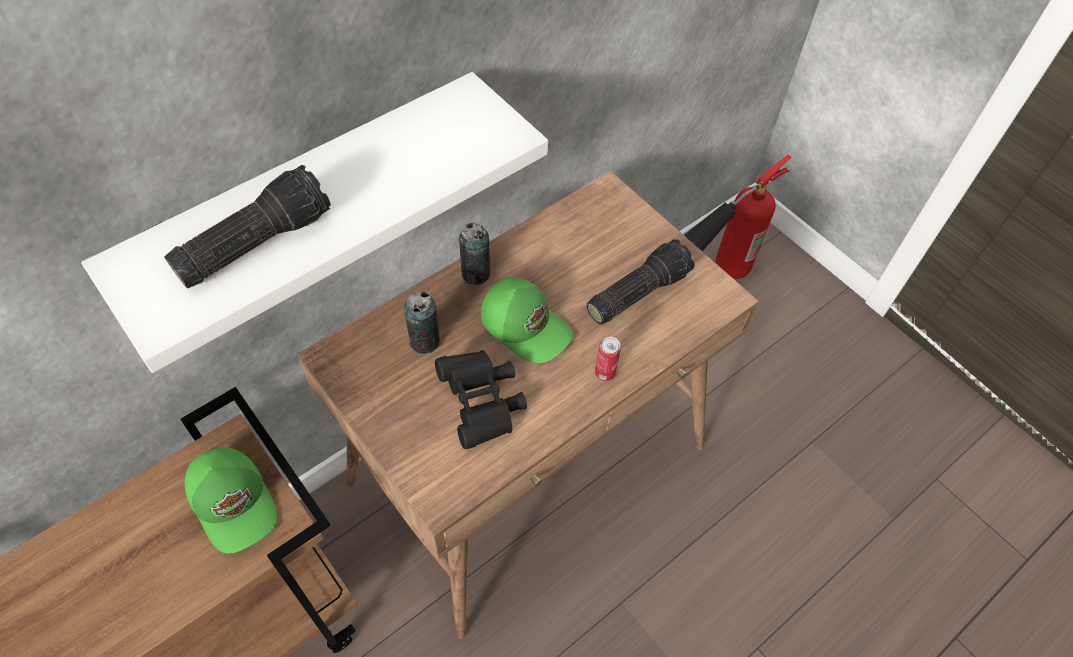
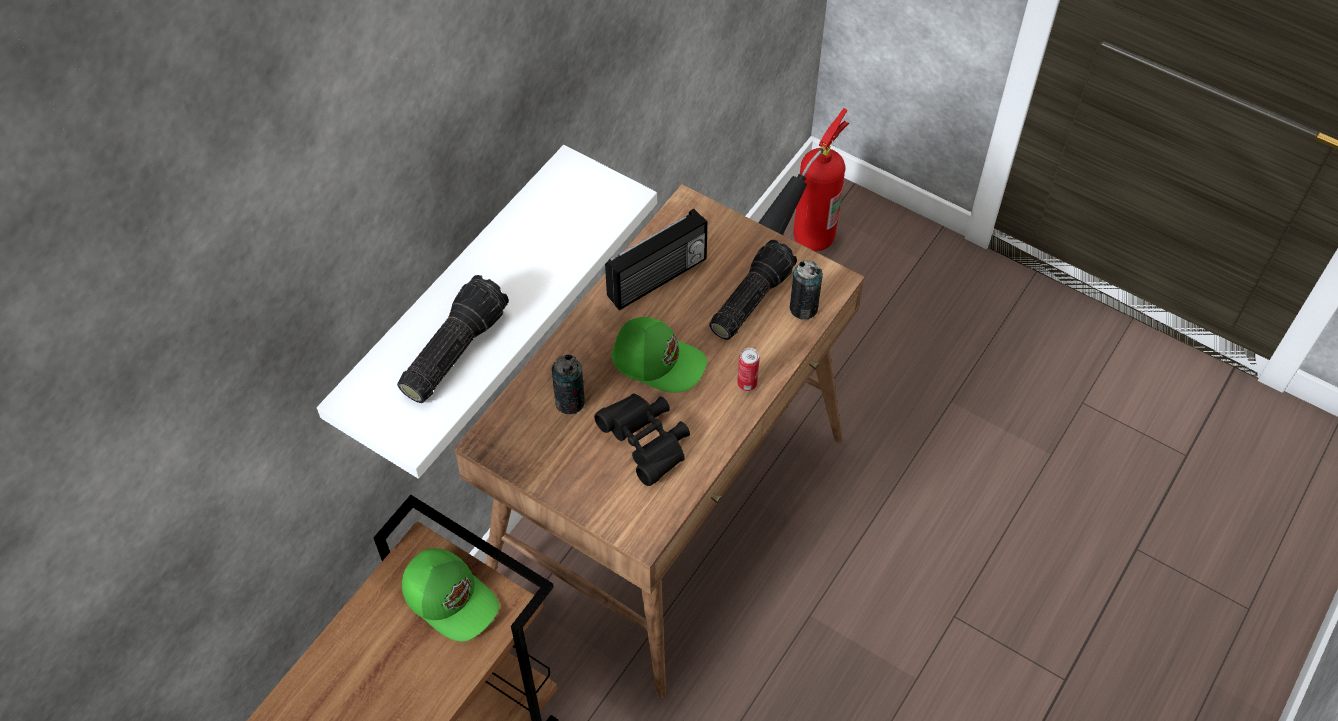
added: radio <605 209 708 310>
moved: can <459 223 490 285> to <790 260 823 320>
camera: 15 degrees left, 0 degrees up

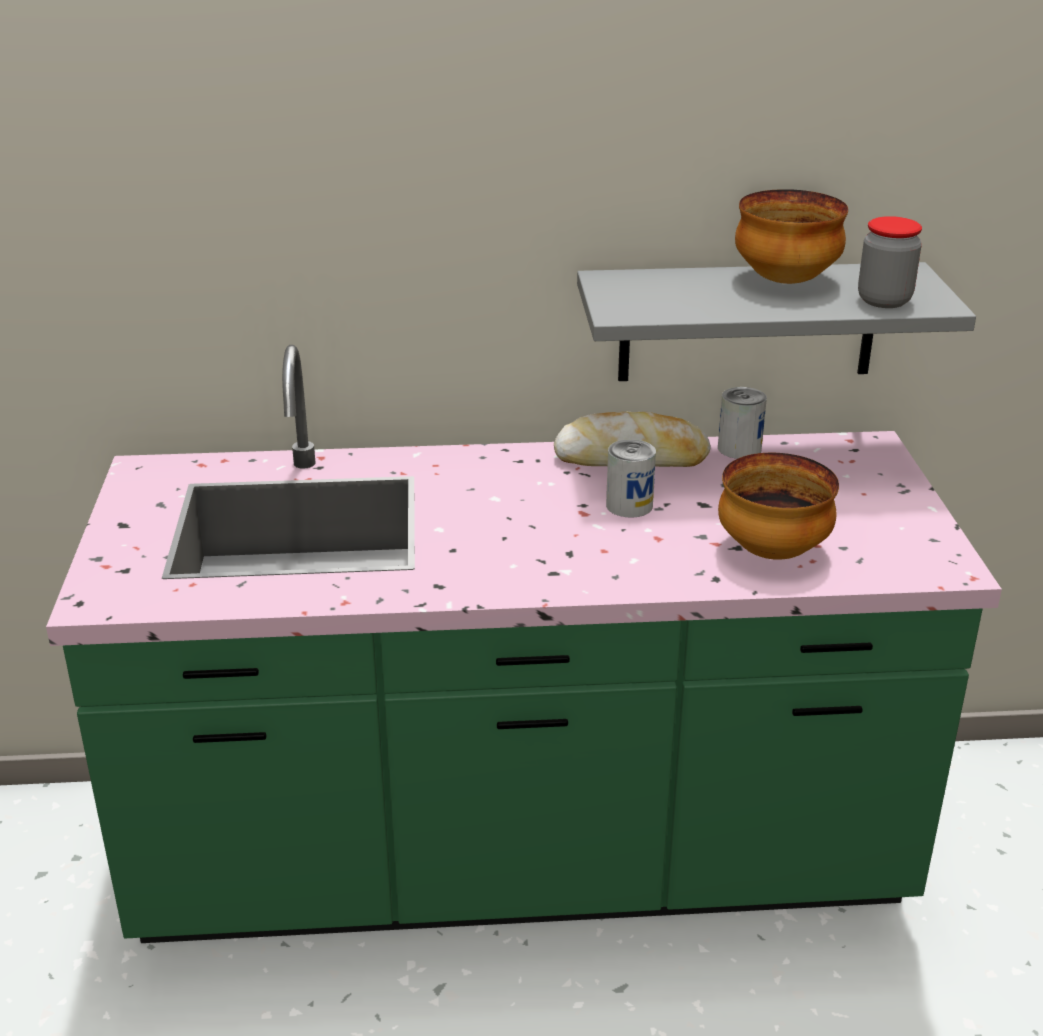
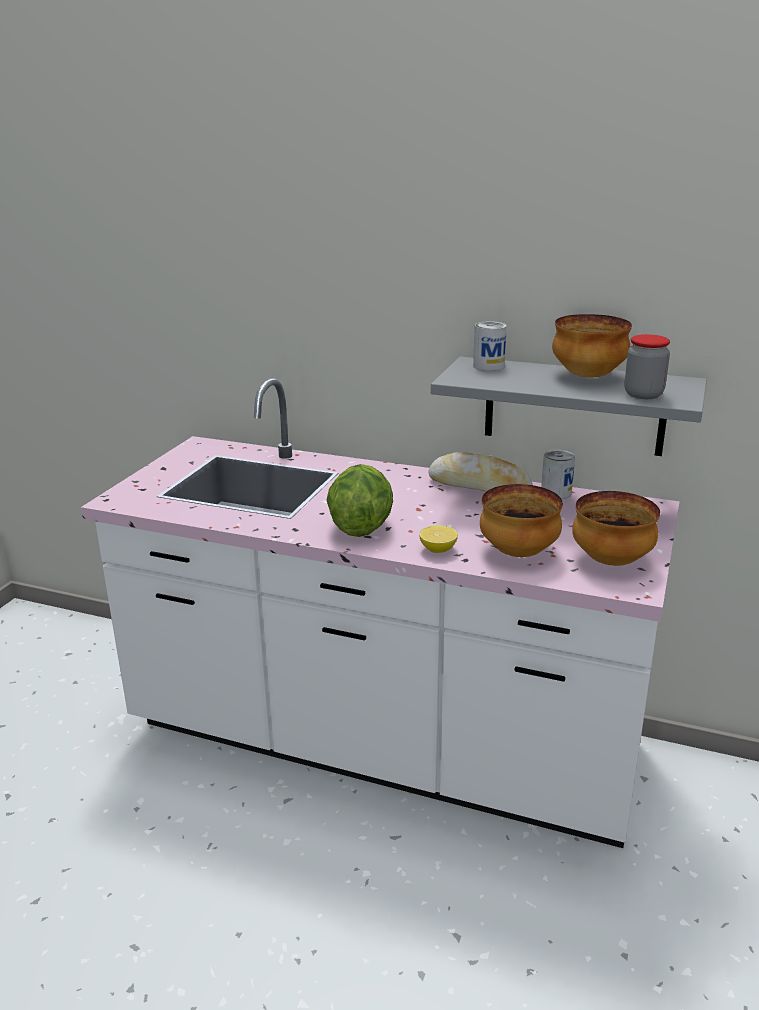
added: lettuce <327 464 393 537>; bowl <572 491 660 566>; lemon <419 525 458 553>
moved: can <606 439 656 518> to <473 321 507 371>
recoloured: counter in green <46 345 1002 943> to counter in white <81 378 680 848>
camera: 25 degrees right, 5 degrees down

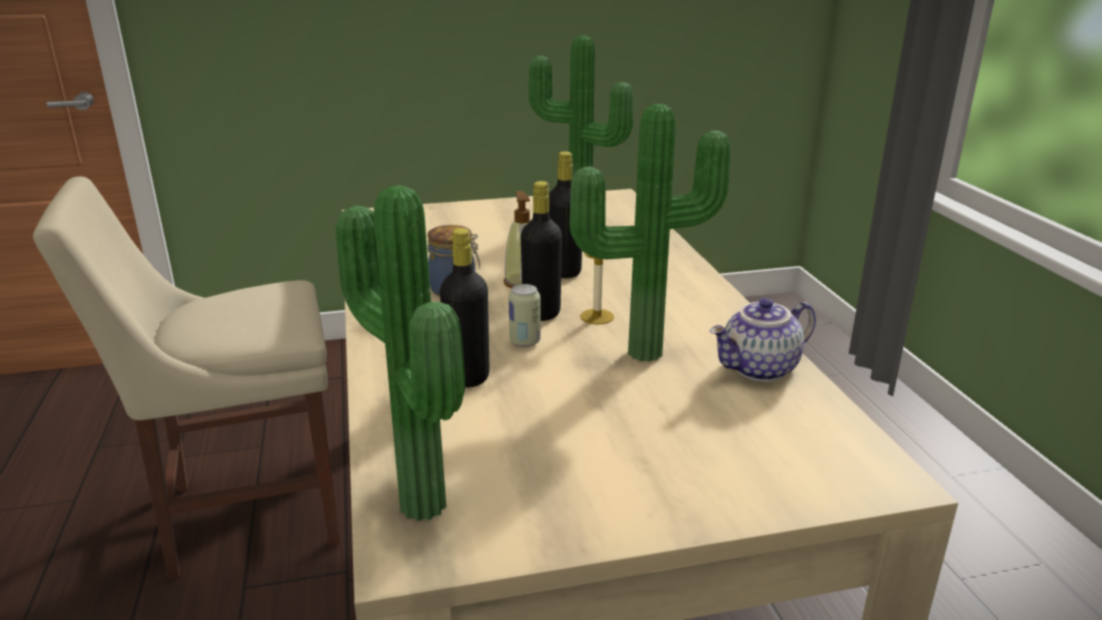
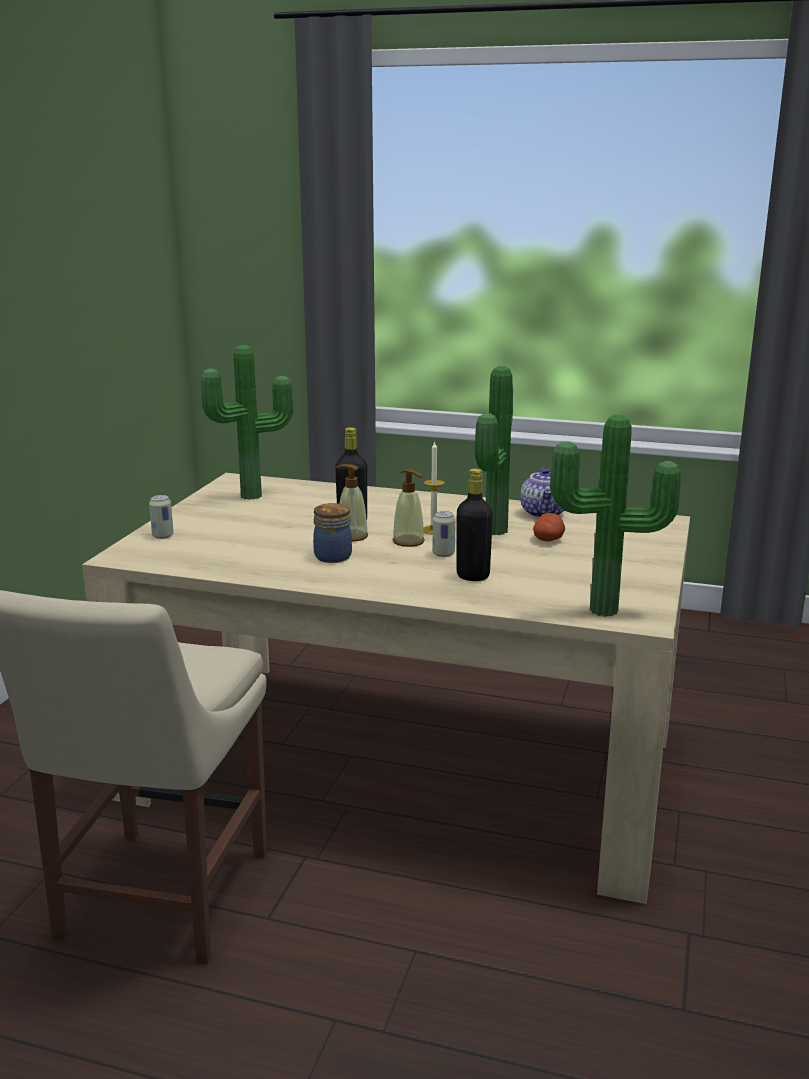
added: can <149 495 174 539>; potato <533 513 565 542>
replaced: bottle in black <521 181 562 321> to soap dispenser <393 469 425 547>
camera: 60 degrees left, 5 degrees down

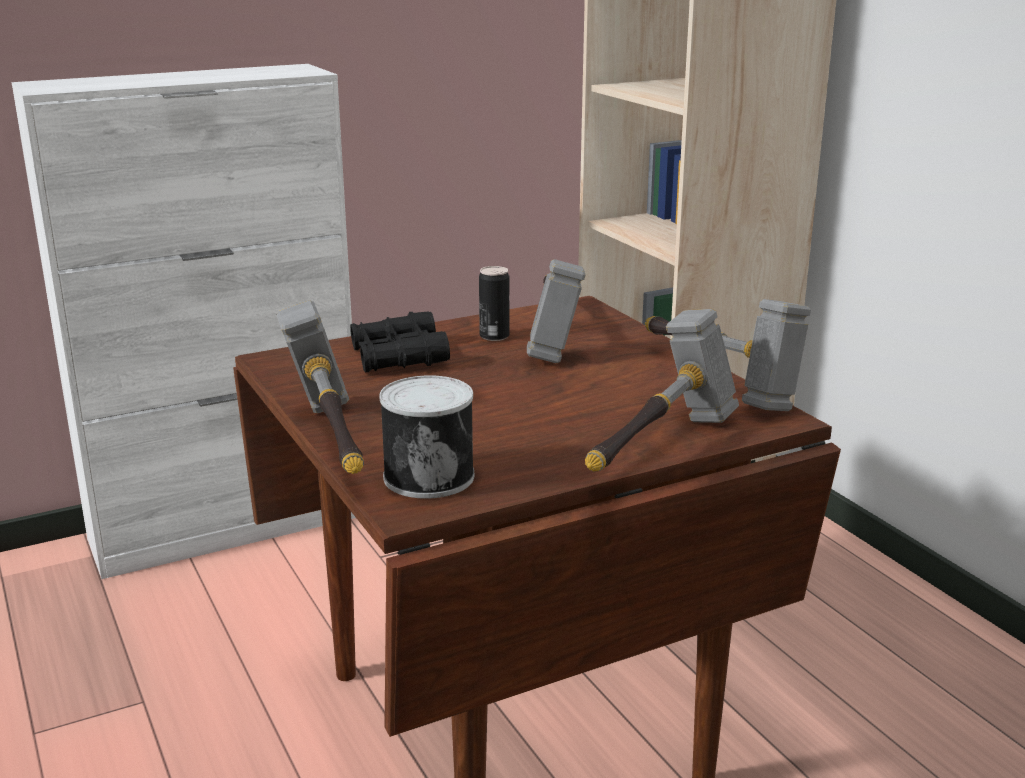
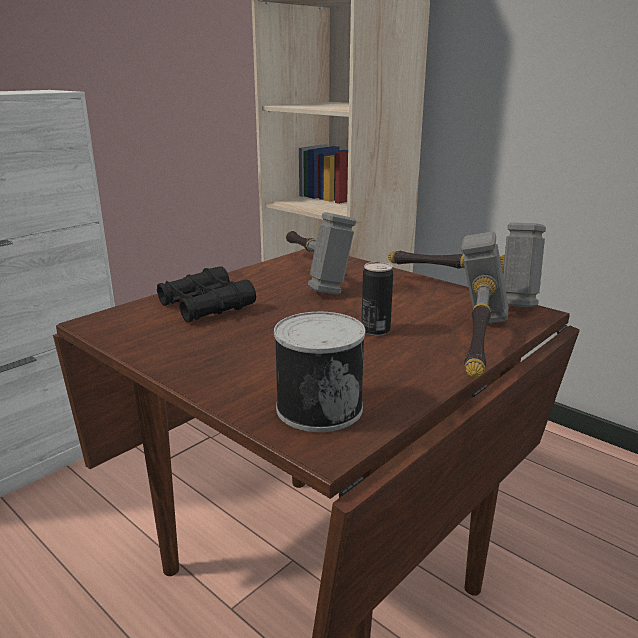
removed: hammer <277 301 364 474>
moved: can <479 266 510 341> to <361 262 393 336>
camera: 20 degrees left, 0 degrees up

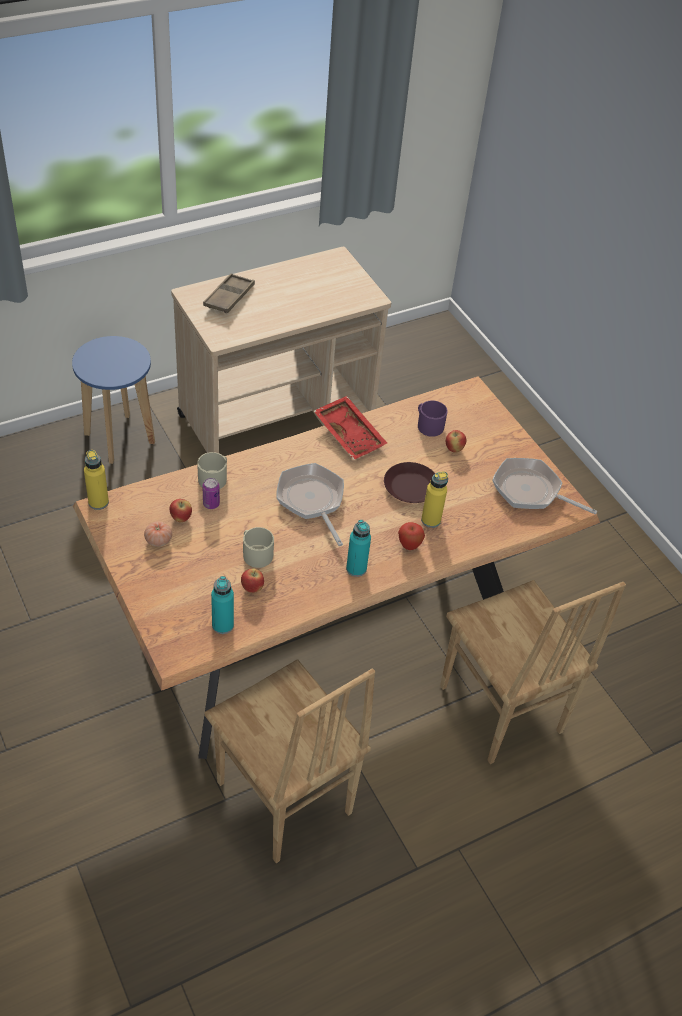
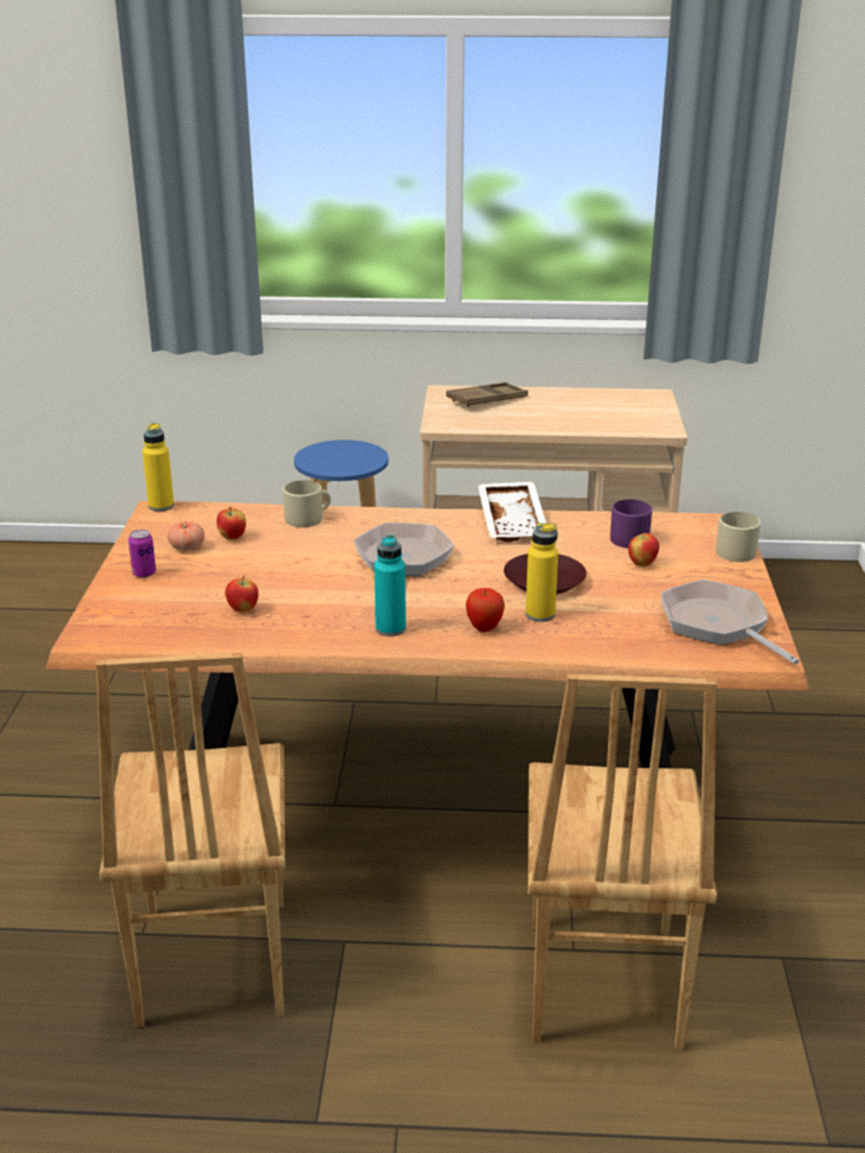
removed: bottle in turquoise <211 576 234 634>
moved: can <202 478 220 509> to <128 529 156 578>; mug in beige <243 527 274 568> to <716 512 761 562>
recoloured: tray in red <314 396 387 460> to tray in white <478 482 546 542>
camera: 35 degrees right, 20 degrees down

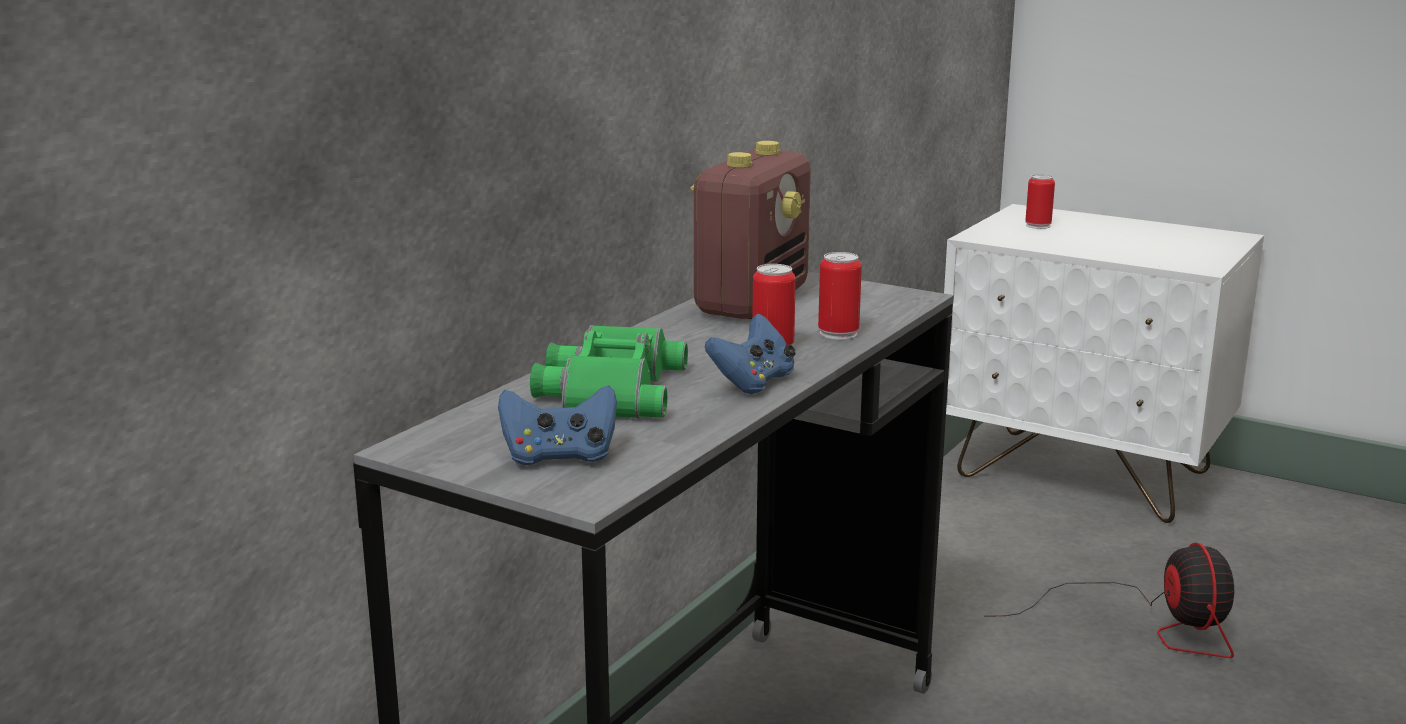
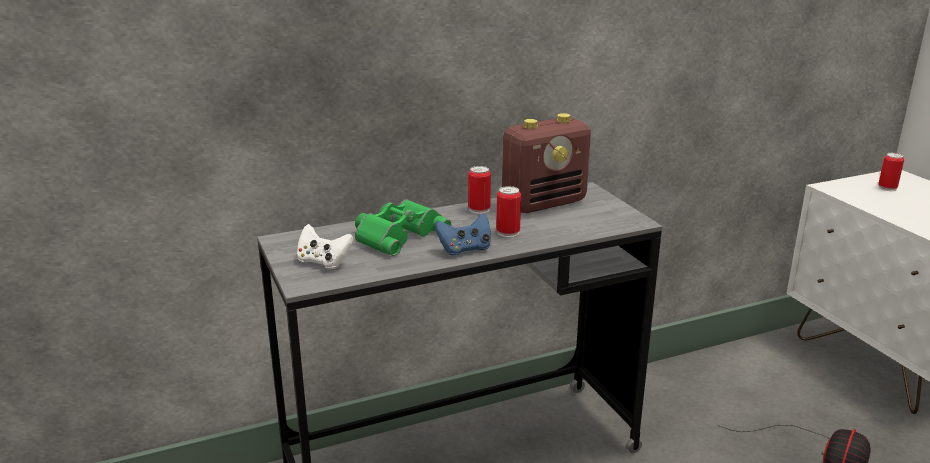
moved: can <818 252 862 340> to <468 166 491 214>
recoloured: game controller in blue <498 385 617 465> to game controller in white <297 224 354 269>
camera: 35 degrees right, 5 degrees up

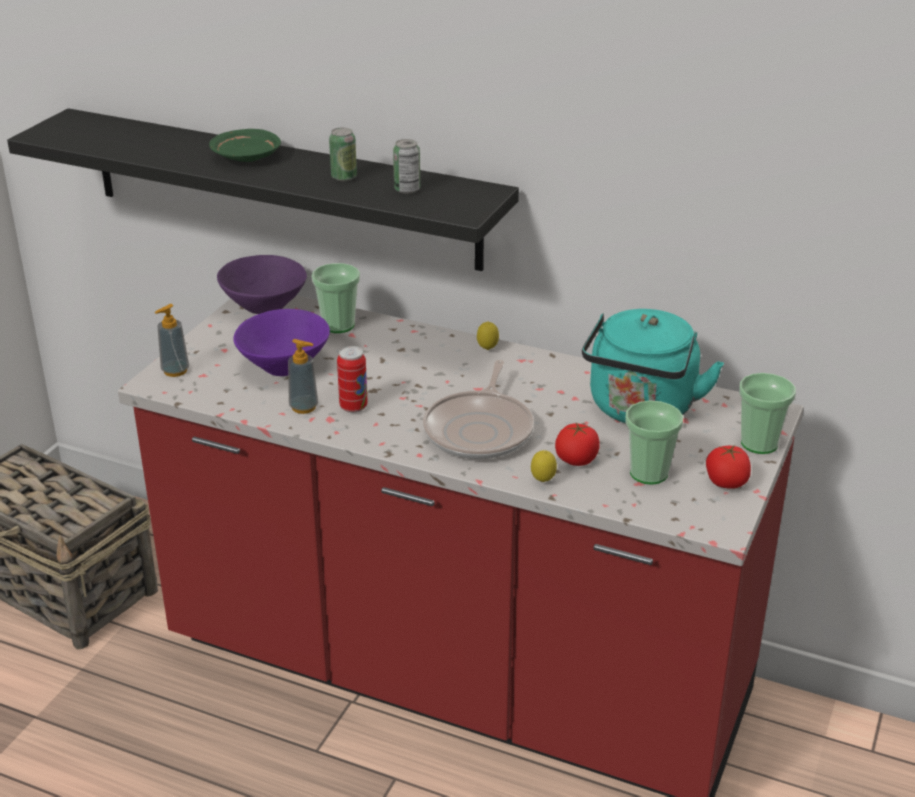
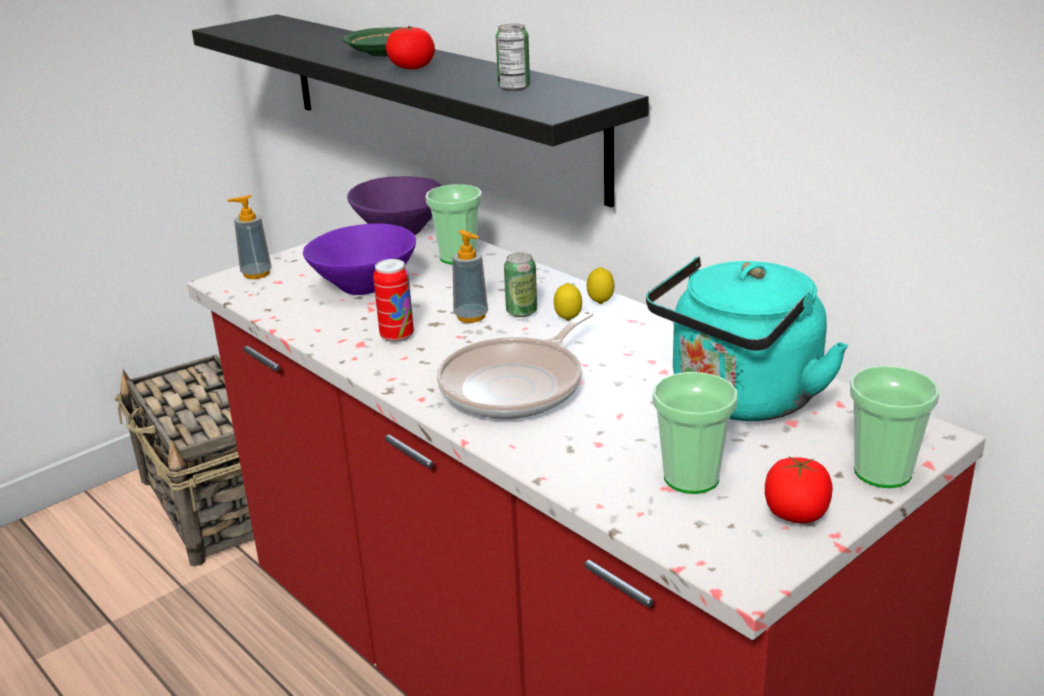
moved: can <329 127 357 181> to <504 253 537 317>; soap dispenser <288 339 318 414> to <452 230 488 323>; tomato <555 423 600 466> to <386 26 435 69>; lemon <531 450 557 482> to <554 283 582 321>
camera: 25 degrees right, 5 degrees down

